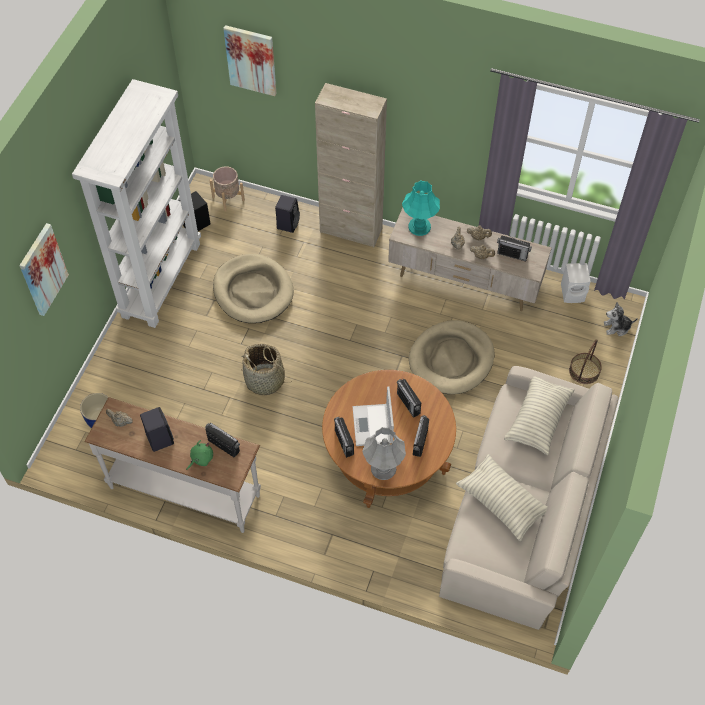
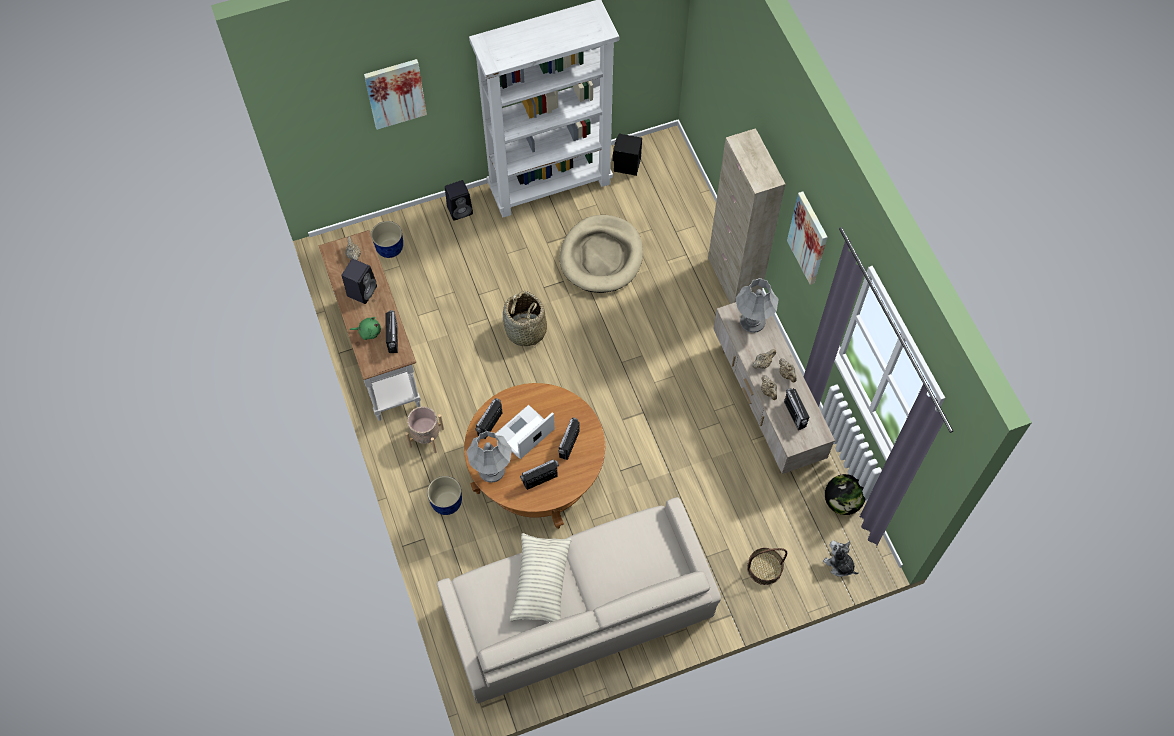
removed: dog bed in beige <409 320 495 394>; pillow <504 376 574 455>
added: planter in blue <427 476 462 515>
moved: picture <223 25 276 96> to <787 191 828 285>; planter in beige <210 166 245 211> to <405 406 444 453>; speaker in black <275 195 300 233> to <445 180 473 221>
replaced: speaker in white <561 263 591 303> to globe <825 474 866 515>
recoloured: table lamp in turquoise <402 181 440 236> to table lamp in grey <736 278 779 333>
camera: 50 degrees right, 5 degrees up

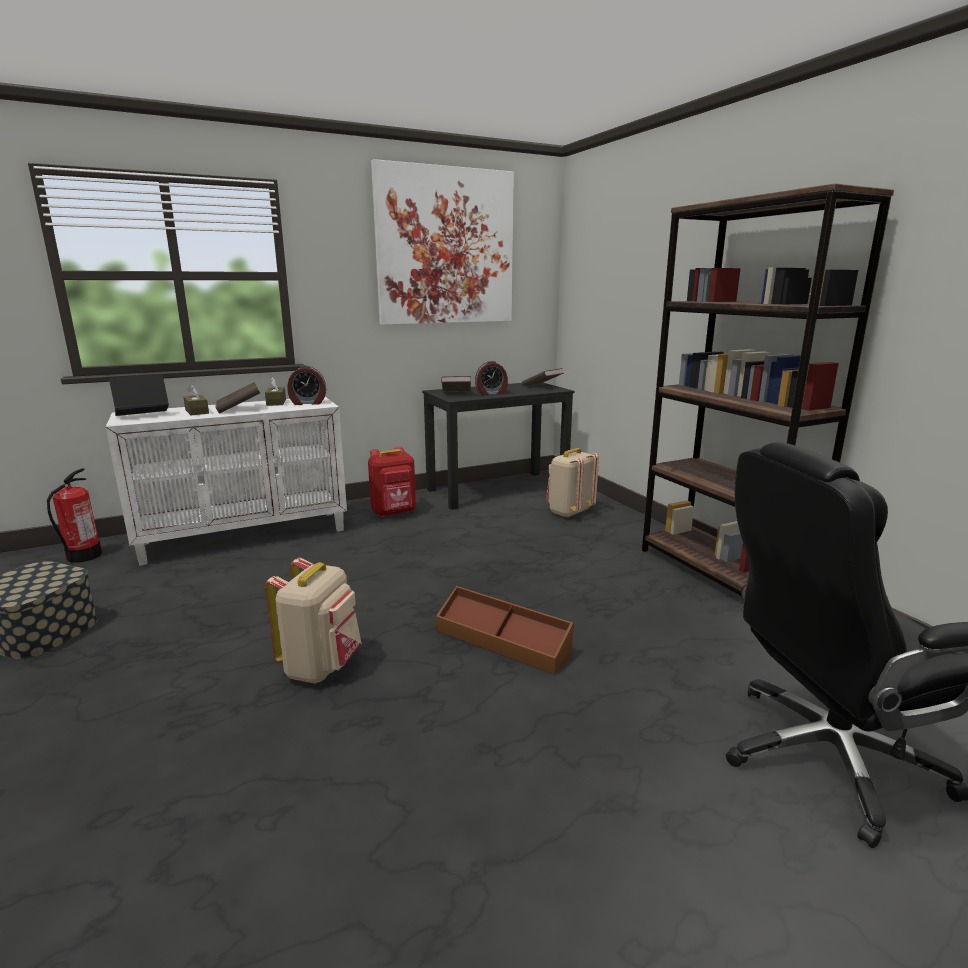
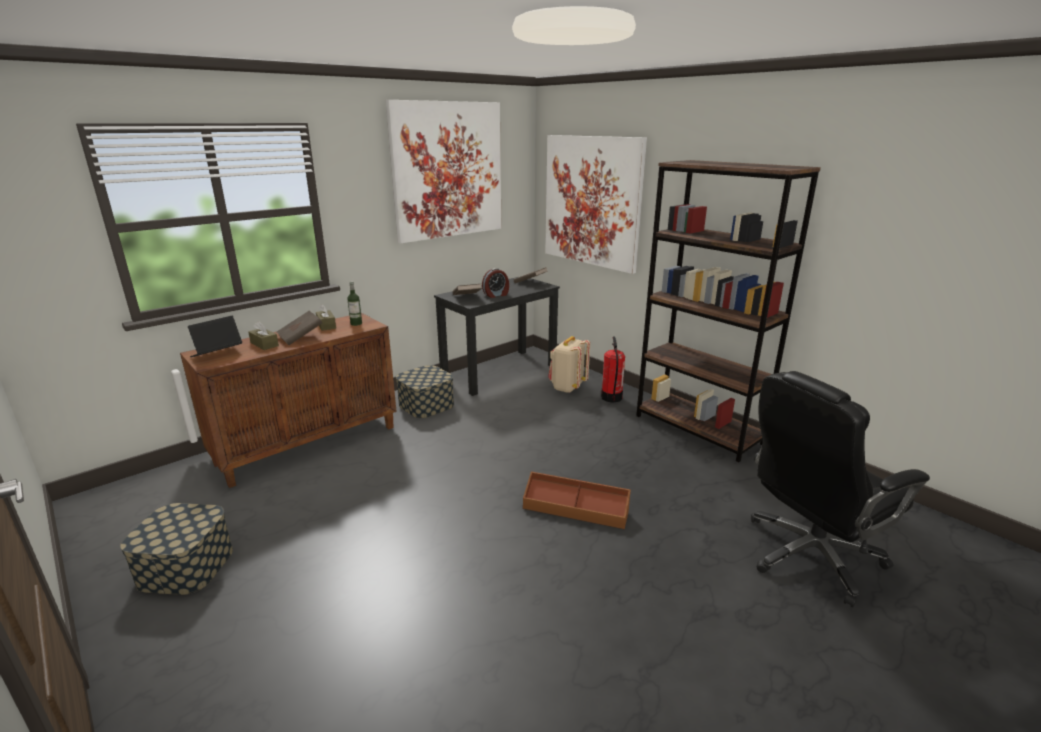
removed: backpack in beige <265 558 362 684>
added: picture <545 135 647 274>
moved: fire extinguisher <47 468 102 563> to <601 336 625 403>
replaced: alarm clock <287 366 326 405> to bottle <347 282 362 326>; backpack in red <368 446 416 517> to storage box <396 365 454 418>
recoloured: cabinet in white <106 397 347 566> to cabinet in brown <180 313 397 488>
camera: 15 degrees left, 5 degrees up

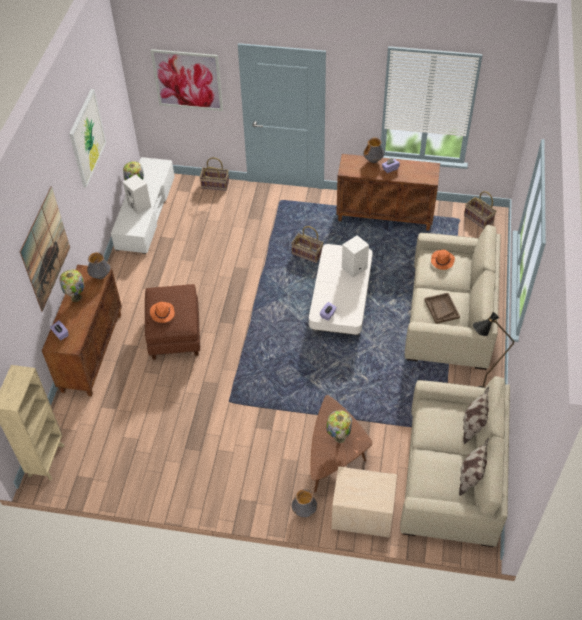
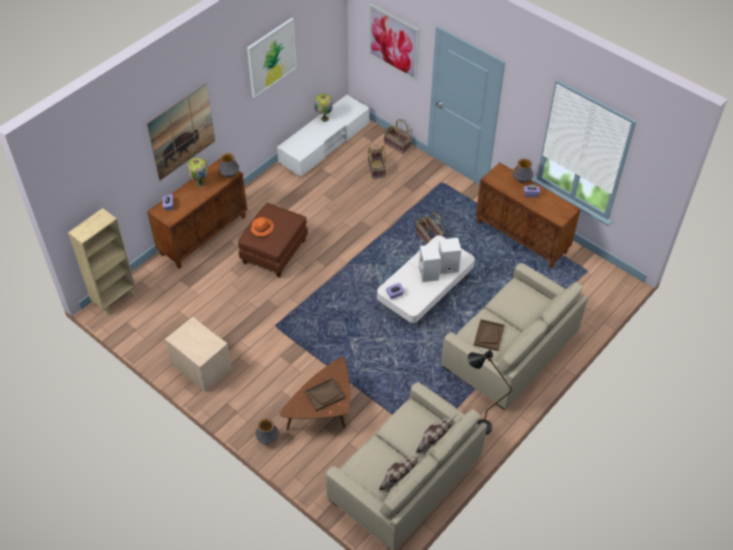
removed: hat in orange <431 249 455 270>
moved: speaker in white <123 174 151 215> to <419 244 441 282>; basket <464 191 496 229> to <368 145 386 179>; nightstand in beige <332 466 397 537> to <165 317 232 392>
replaced: table lamp <326 410 352 443> to tray in brown <304 377 345 411>
camera: 30 degrees right, 0 degrees up

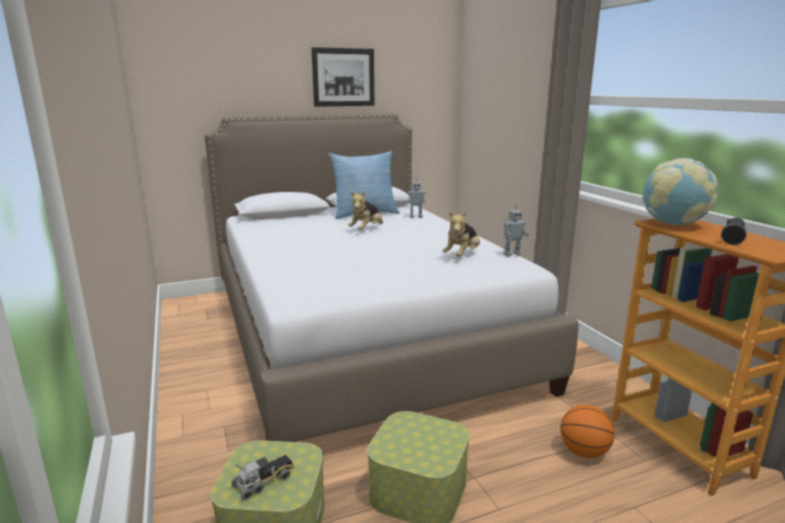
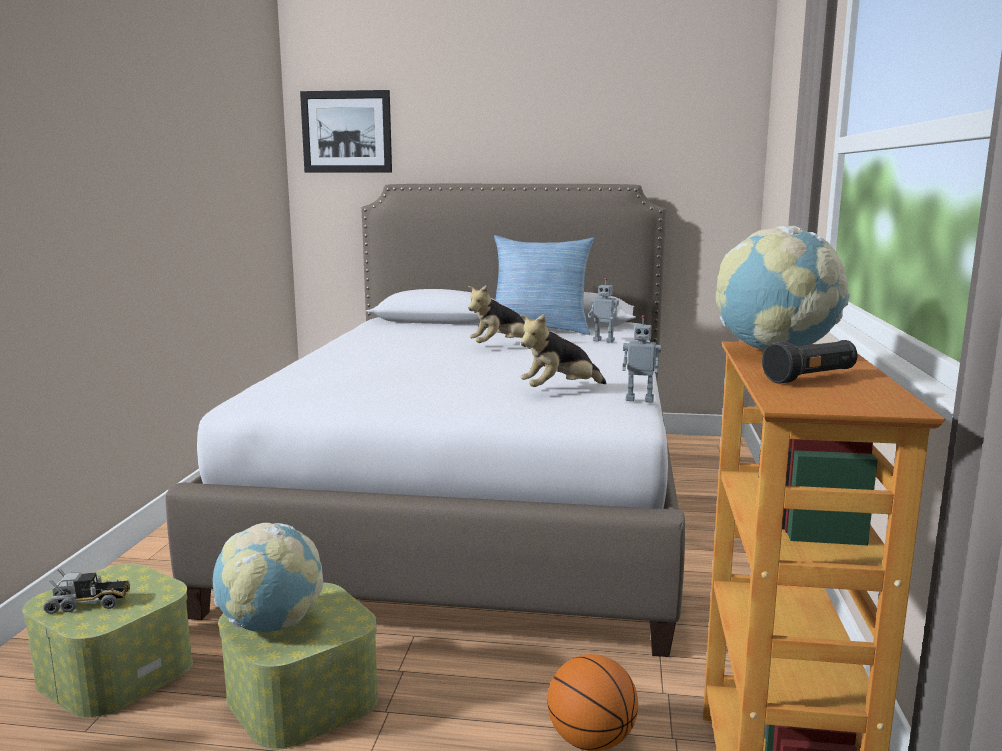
added: globe <213 523 323 632>
moved: picture <311 47 374 107> to <300 90 392 172>
camera: 30 degrees right, 5 degrees down

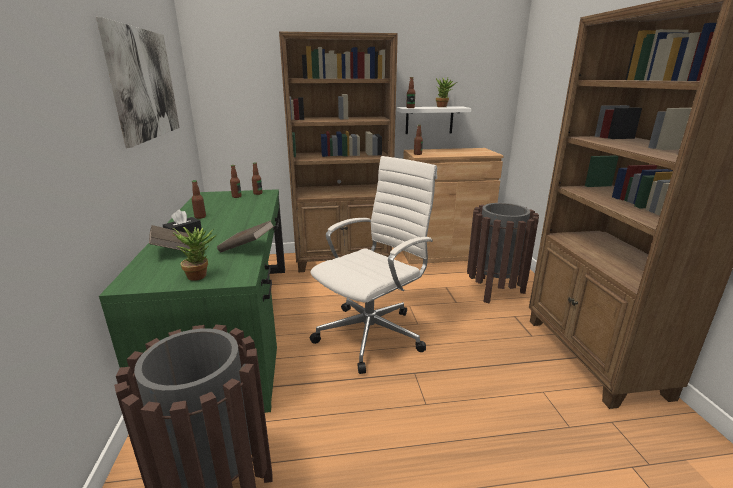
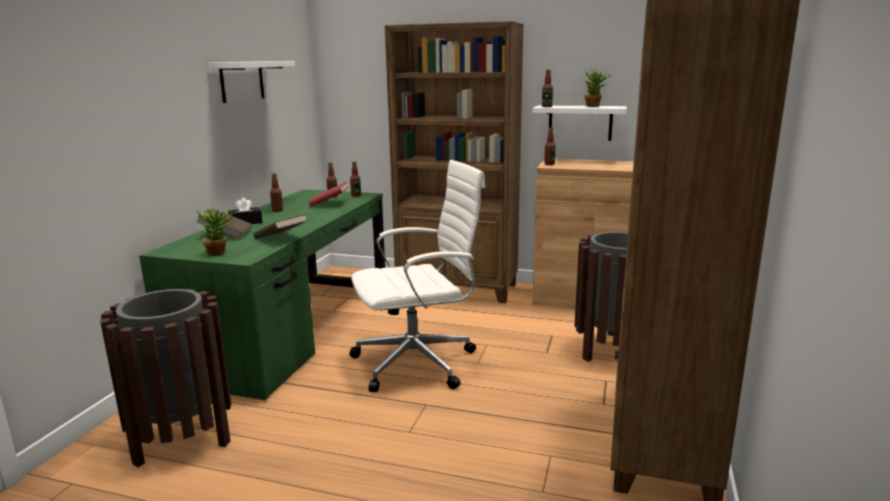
added: book in red <308 182 350 207>
replaced: picture <96 17 180 148> to shelf in white <209 61 295 103>
camera: 25 degrees right, 5 degrees down

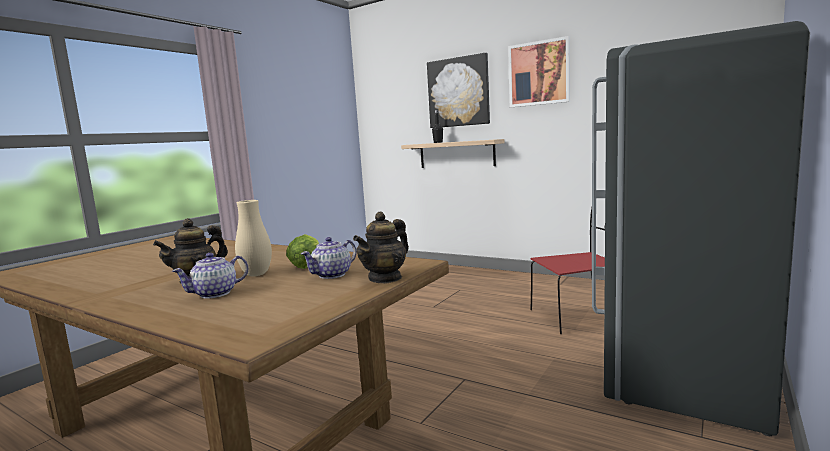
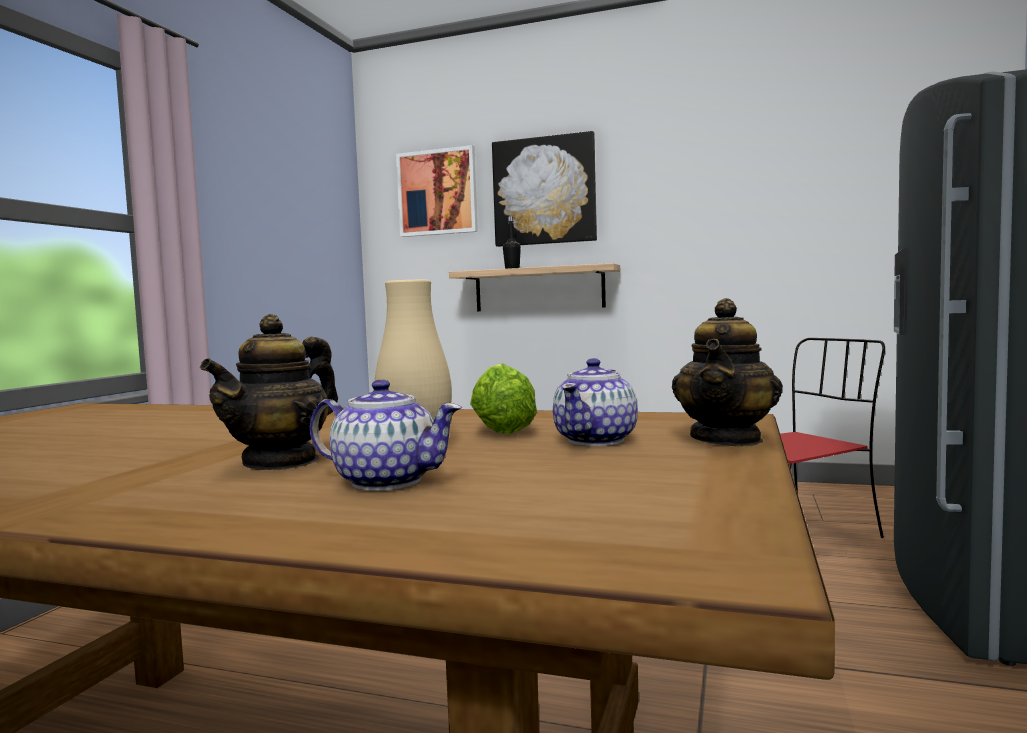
moved: picture <508 36 570 107> to <396 145 478 237>
turned: teapot <172 253 248 299> = <310 380 462 491> 105 degrees counterclockwise
camera: 15 degrees left, 5 degrees down

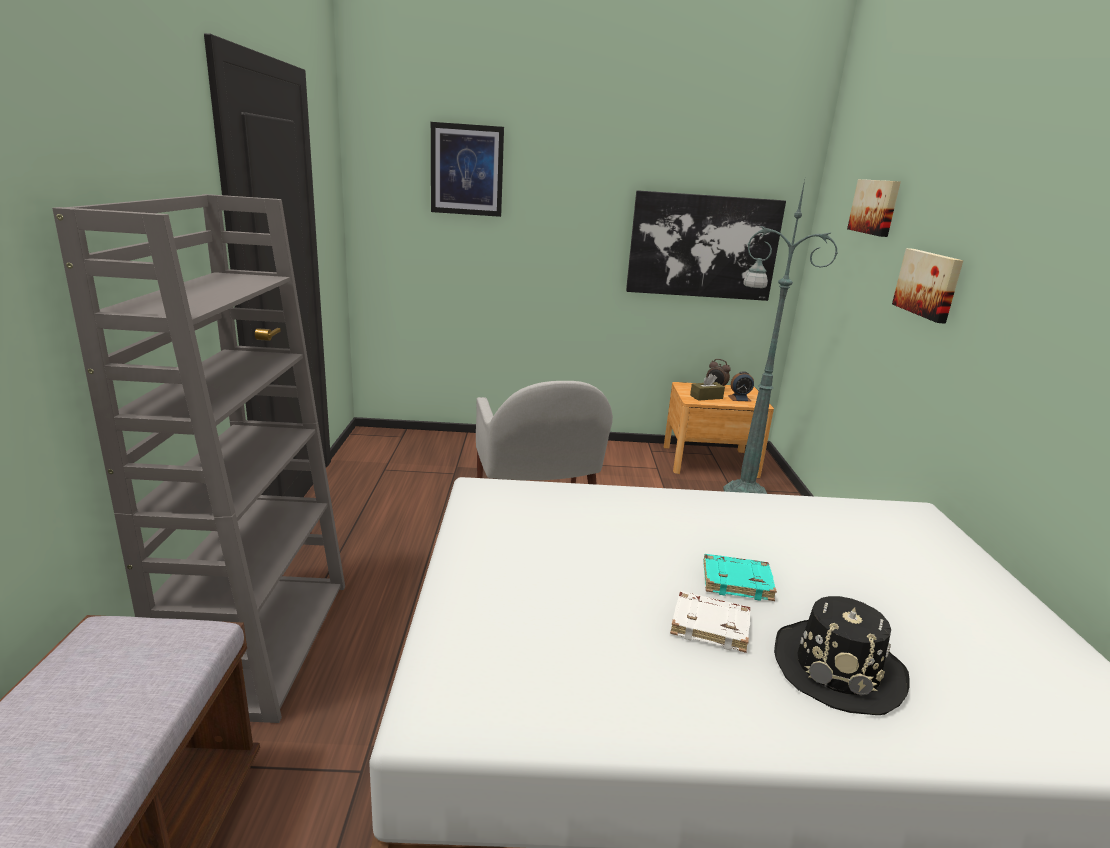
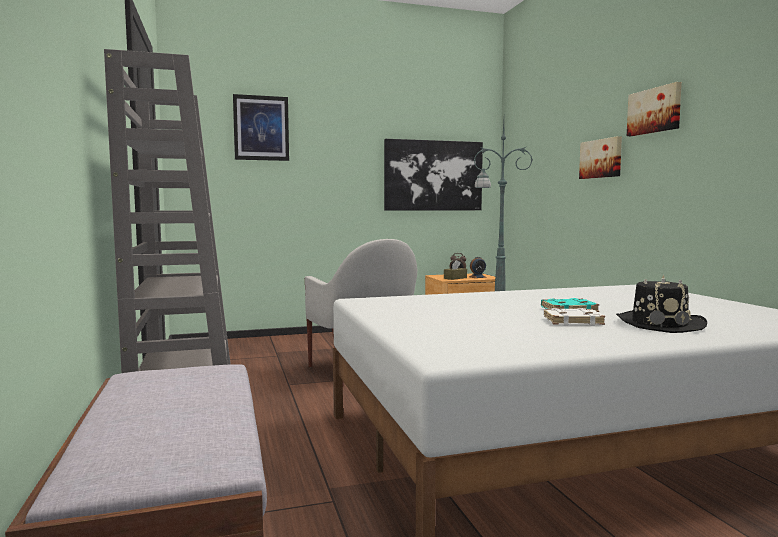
moved: picture <847 179 901 237> to <627 82 682 136>
camera: 15 degrees left, 15 degrees down

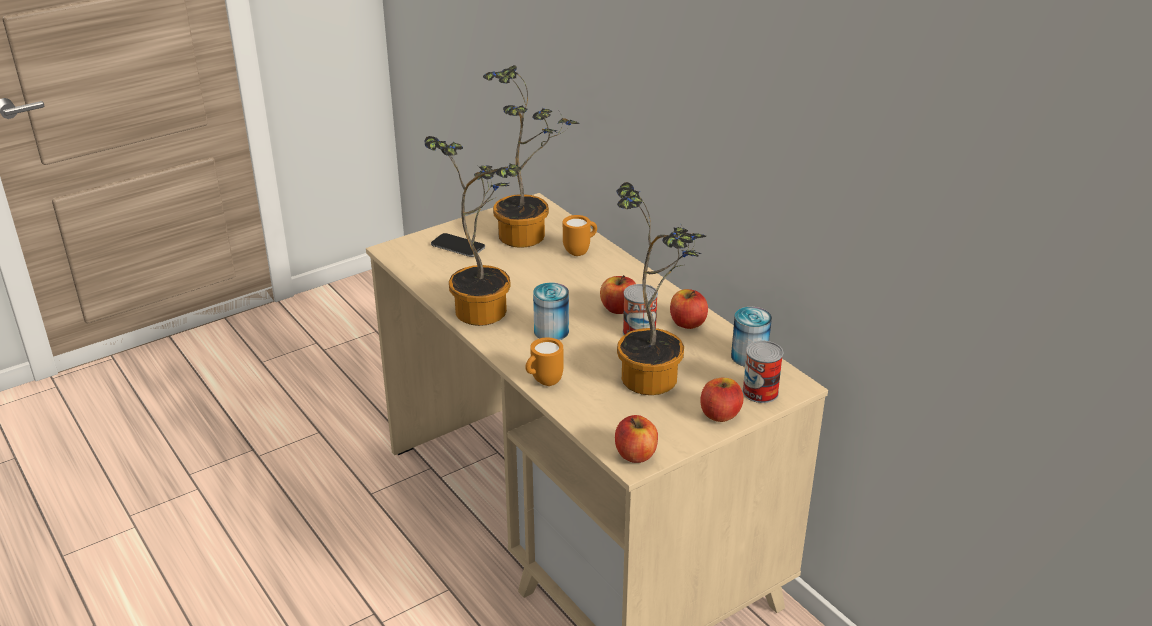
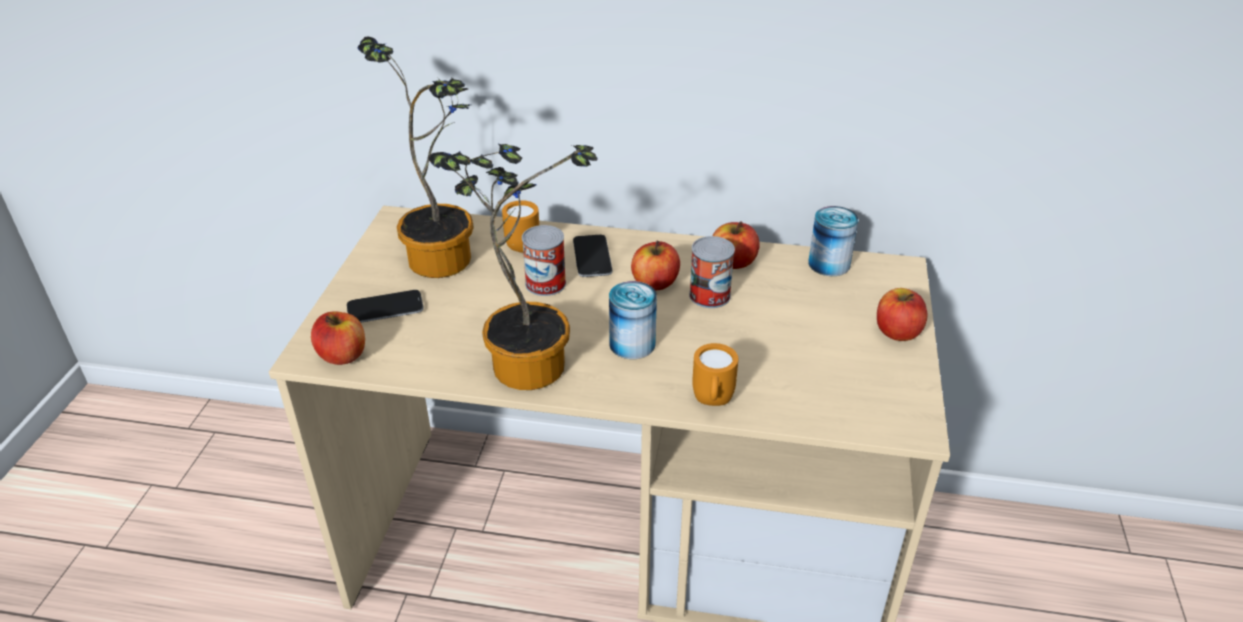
removed: potted plant <616 182 706 395>
added: phone <573 235 612 277>
moved: can <742 341 783 403> to <522 225 566 296>; apple <615 415 658 463> to <311 312 365 365>
camera: 45 degrees left, 5 degrees up

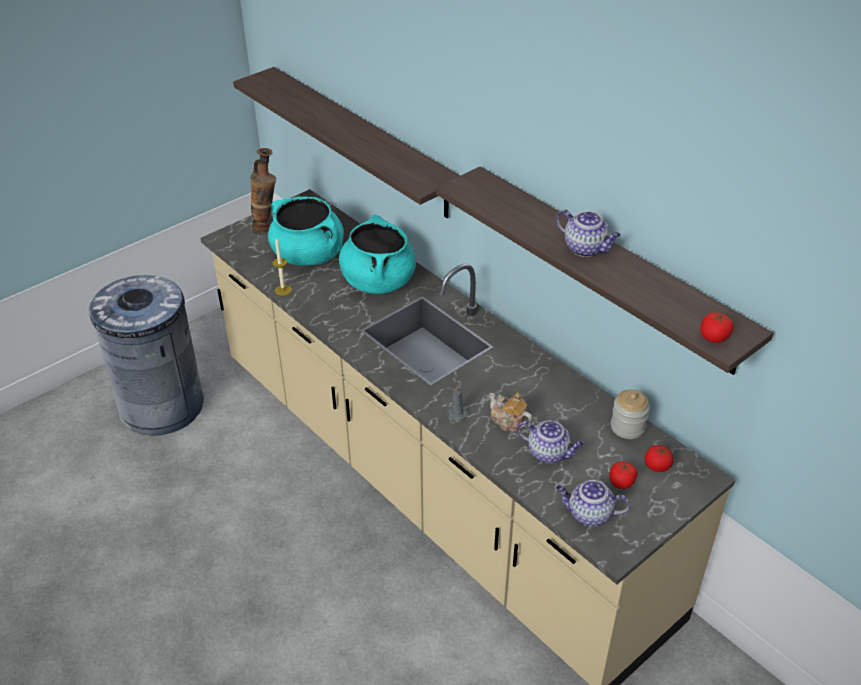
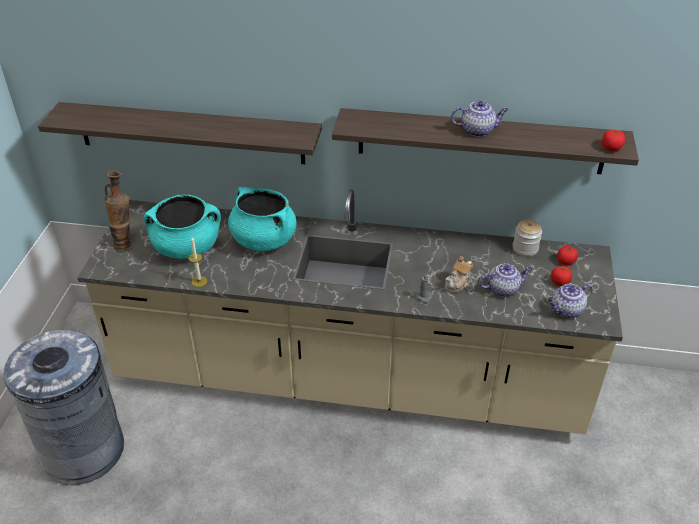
turned: teapot <489 392 532 431> = <445 256 473 293> 45 degrees counterclockwise
camera: 40 degrees left, 0 degrees up

